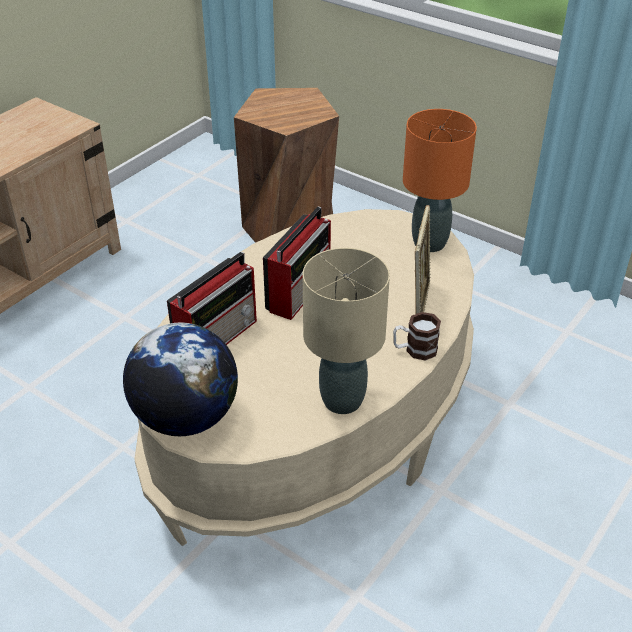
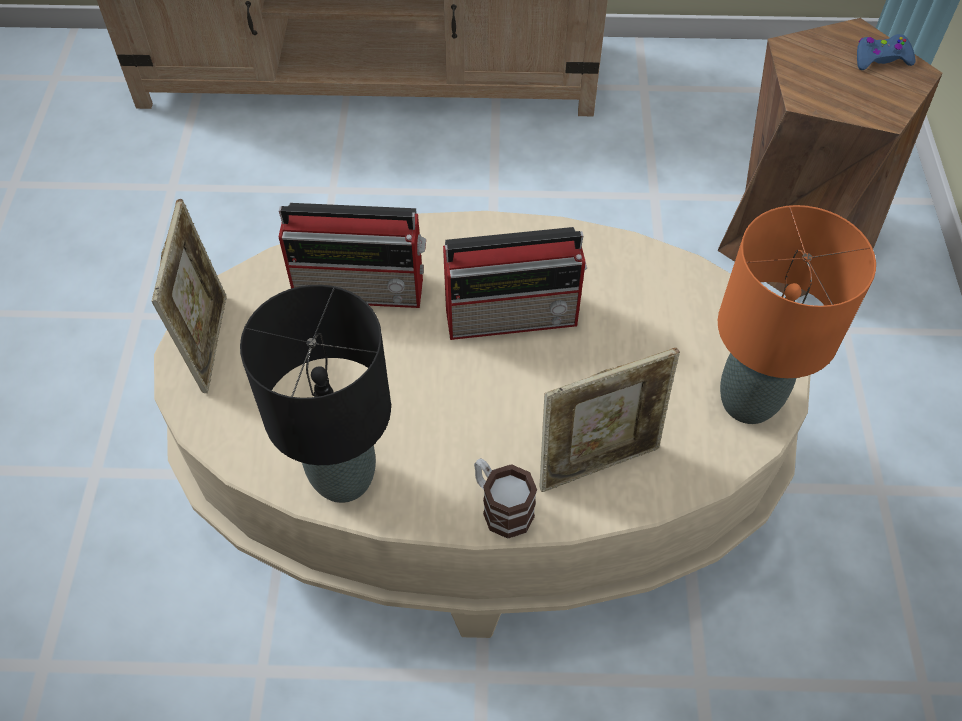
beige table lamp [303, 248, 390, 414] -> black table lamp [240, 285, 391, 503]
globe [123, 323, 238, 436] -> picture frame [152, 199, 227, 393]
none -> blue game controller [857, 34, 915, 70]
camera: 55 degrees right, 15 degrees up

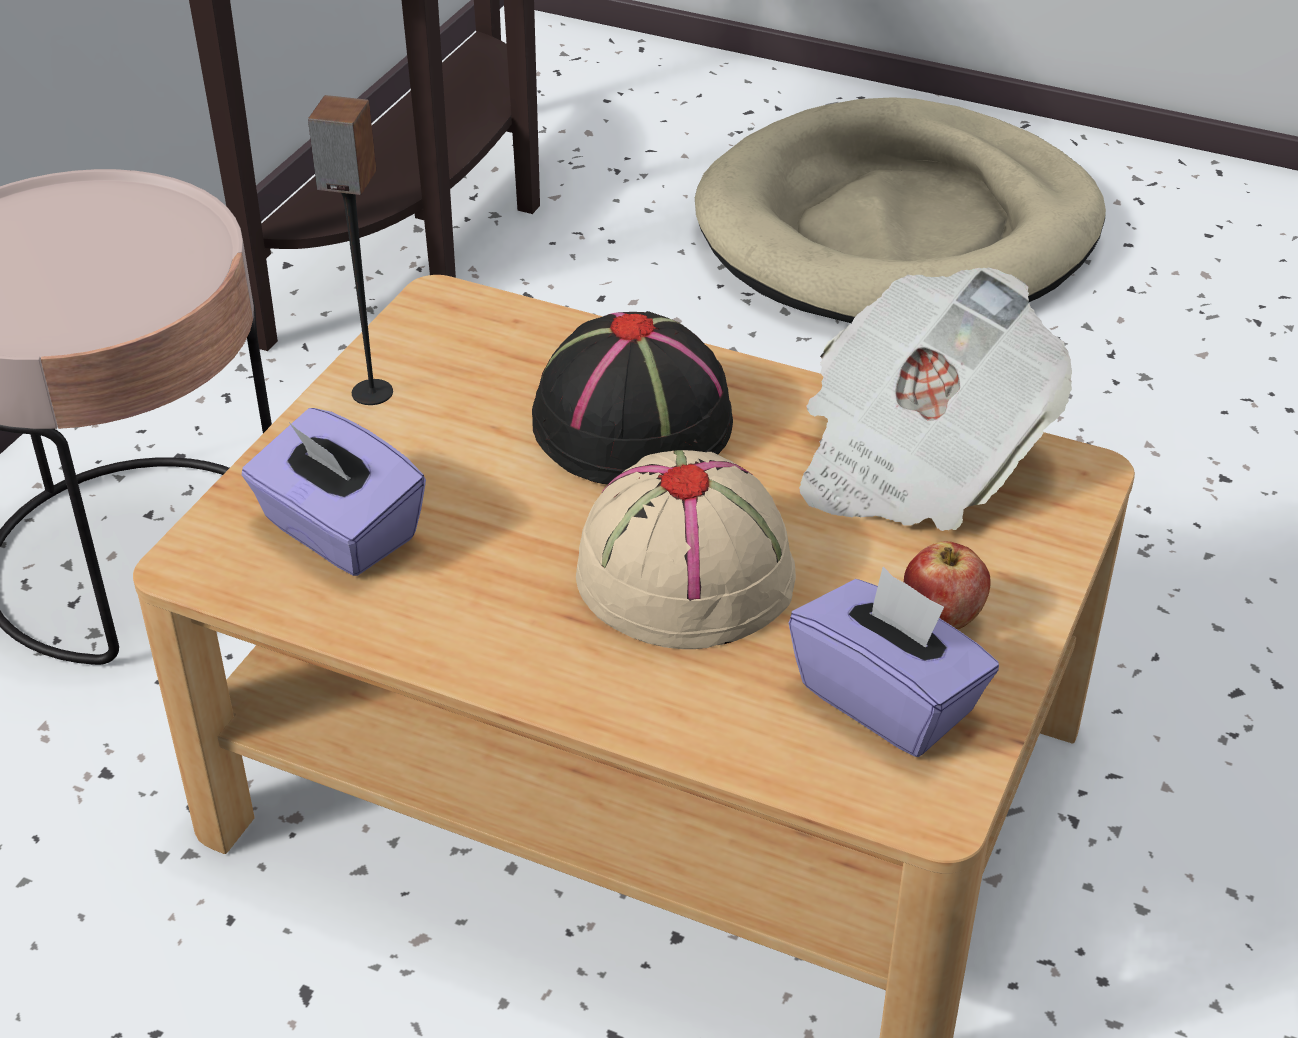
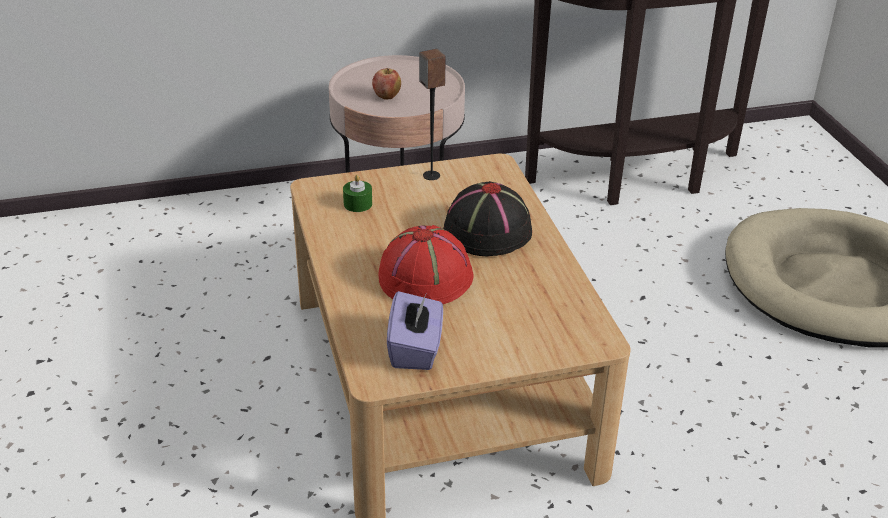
newspaper [799, 268, 1072, 531] -> none
purple tissue box [242, 408, 426, 576] -> green candle [343, 175, 372, 212]
beige hat [576, 450, 796, 649] -> red hat [378, 225, 474, 304]
apple [904, 541, 991, 630] -> apple [372, 68, 401, 100], shifted
camera: 50 degrees right, 5 degrees down

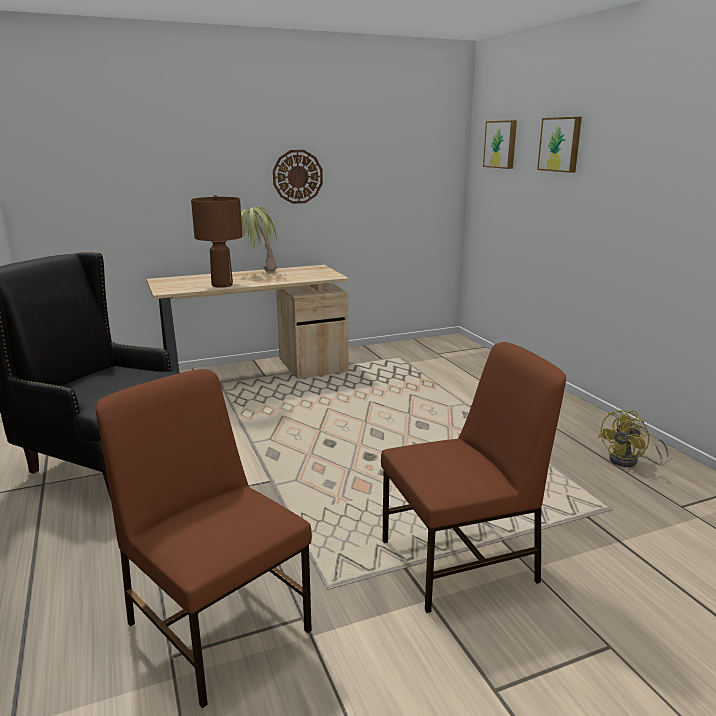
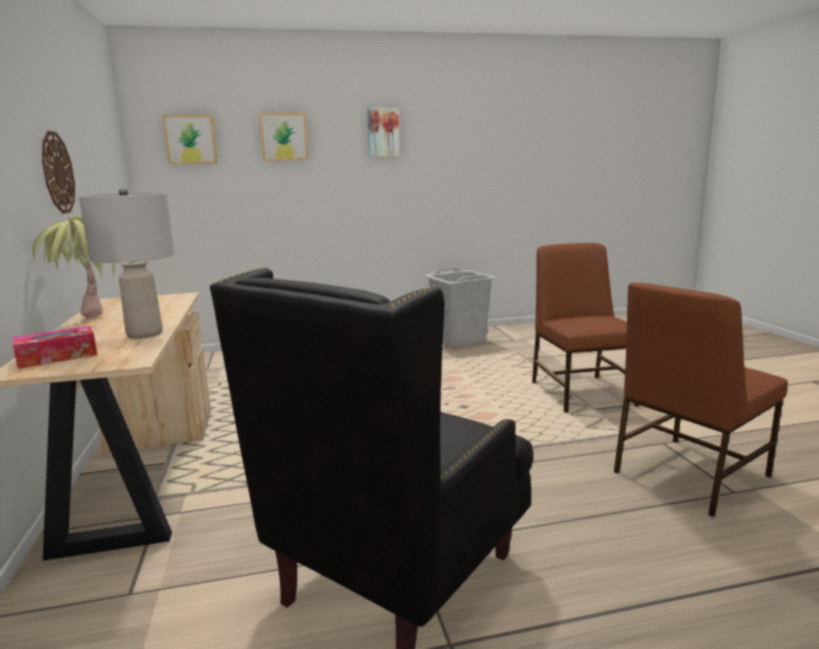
brown table lamp [191, 195, 242, 288] -> grey table lamp [79, 188, 174, 339]
yellow fan [598, 410, 668, 467] -> grey laundry basket [424, 268, 496, 349]
none -> picture [367, 108, 400, 157]
none -> tissue box [13, 326, 97, 369]
camera: 80 degrees left, 5 degrees down

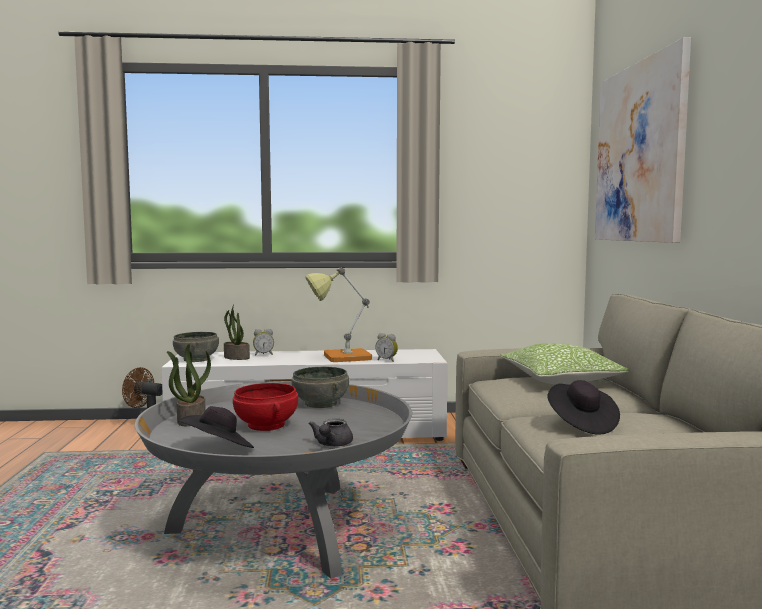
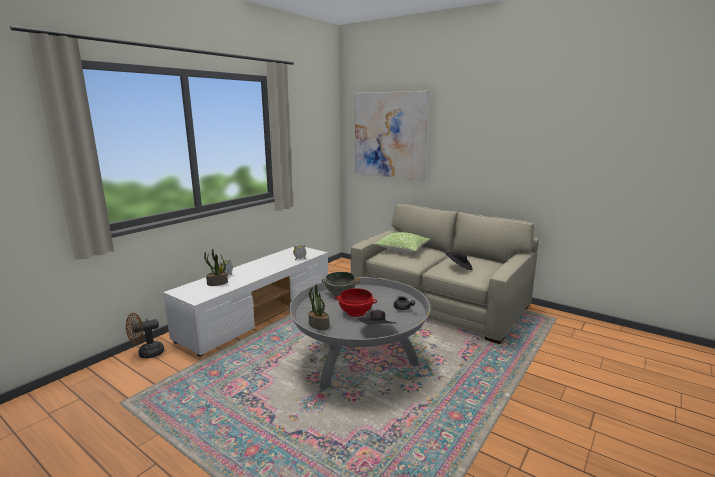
table lamp [305, 268, 372, 362] -> none
grey bowl [173, 332, 219, 362] -> none
camera: 50 degrees left, 10 degrees up

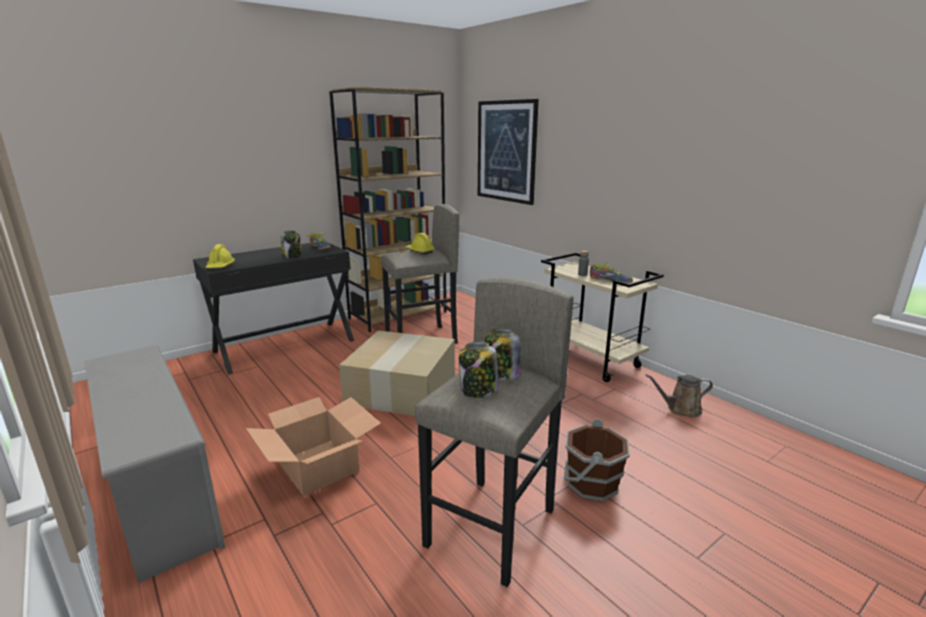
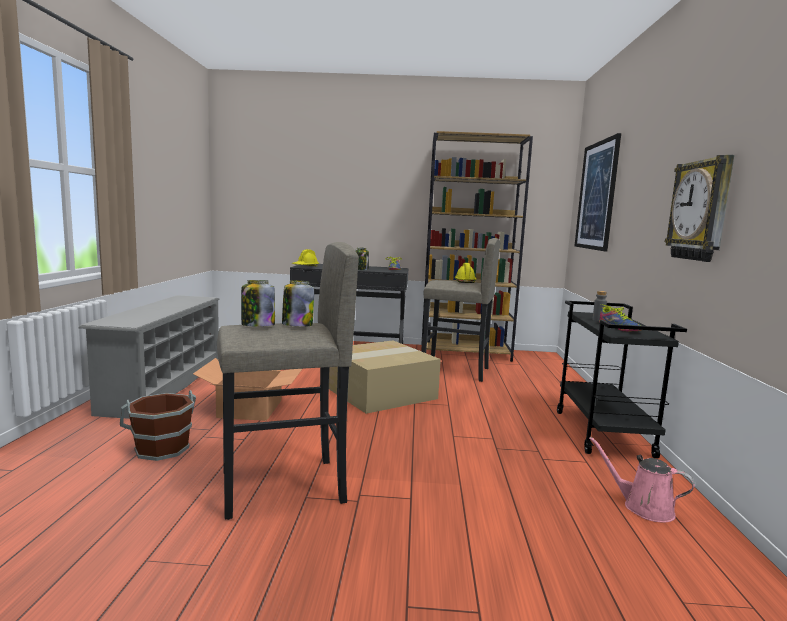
beige cart [541, 253, 664, 382] -> black cart [557, 301, 687, 458]
brown watering can [646, 374, 713, 417] -> pink watering can [589, 437, 695, 522]
brown bucket [564, 418, 630, 501] -> brown bucket [120, 390, 196, 461], shifted
none -> wall clock [665, 155, 734, 262]
camera: 40 degrees right, 10 degrees down

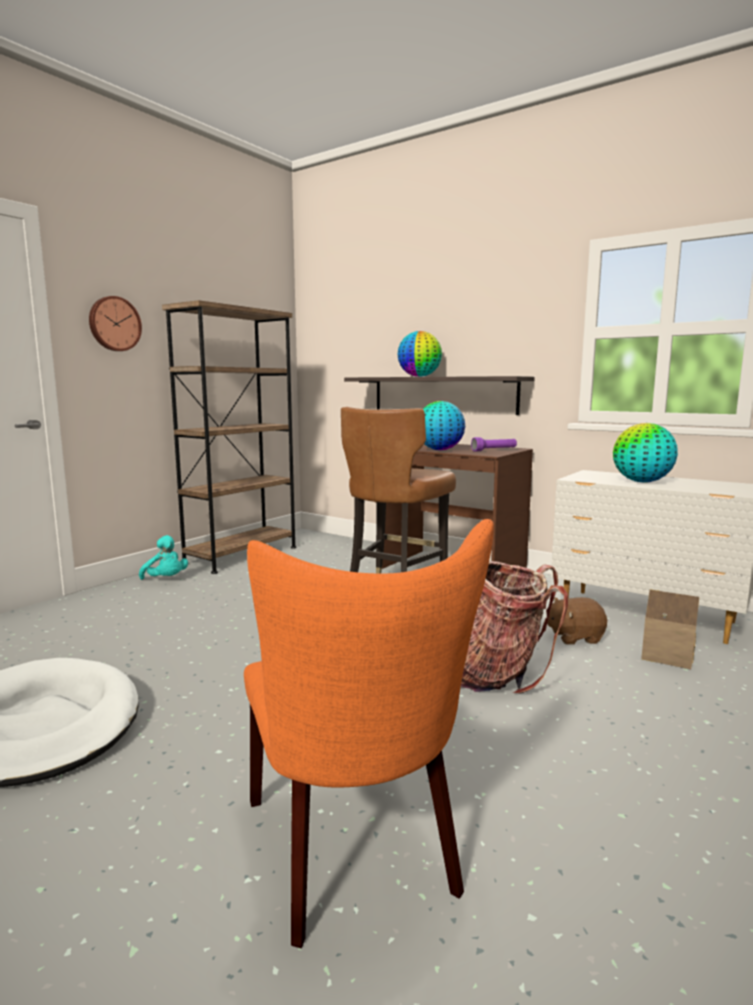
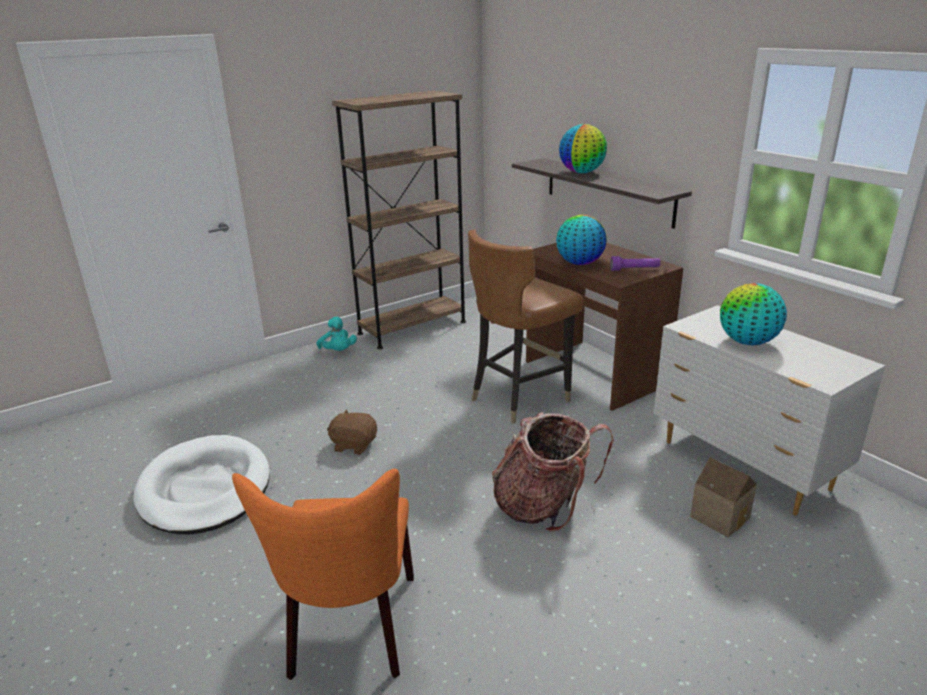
wall clock [89, 296, 142, 351] -> none
brown plush toy [547, 597, 607, 645] -> brown plush toy [327, 409, 377, 455], shifted
camera: 20 degrees right, 15 degrees up

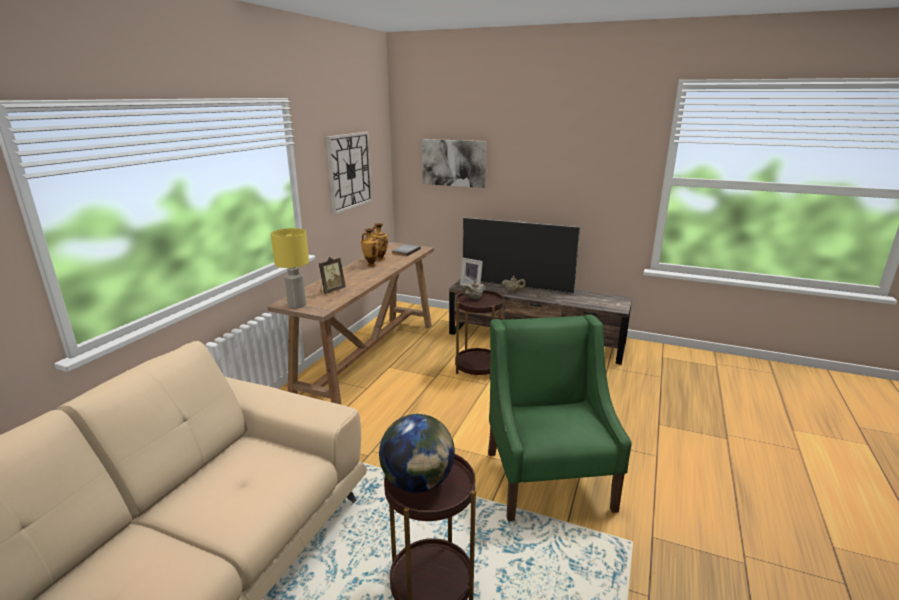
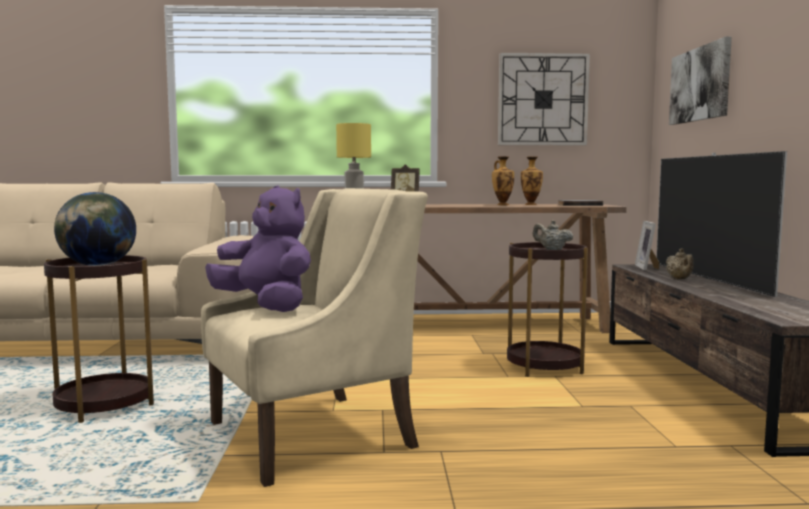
green armchair [488, 314, 632, 521] -> beige armchair [201, 188, 428, 487]
none -> purple plush toy [205, 186, 311, 312]
camera: 65 degrees right, 15 degrees down

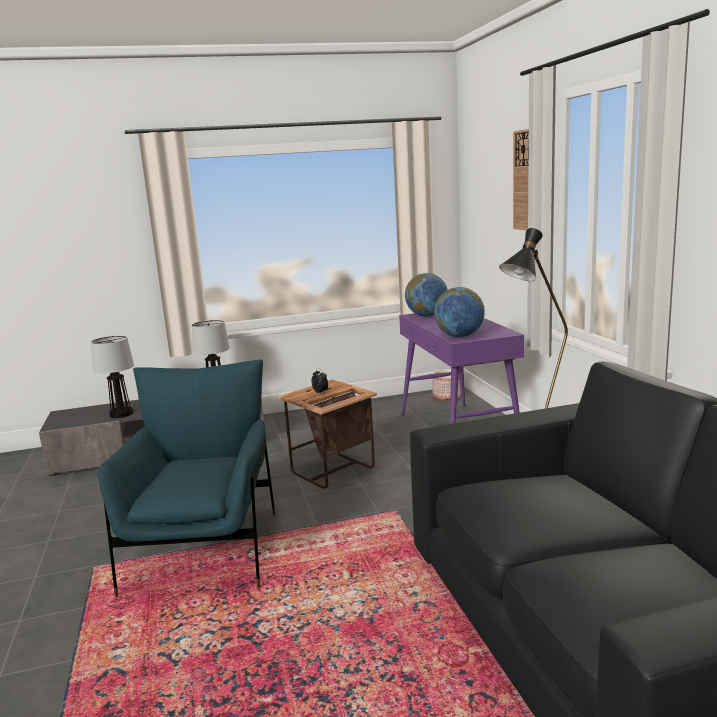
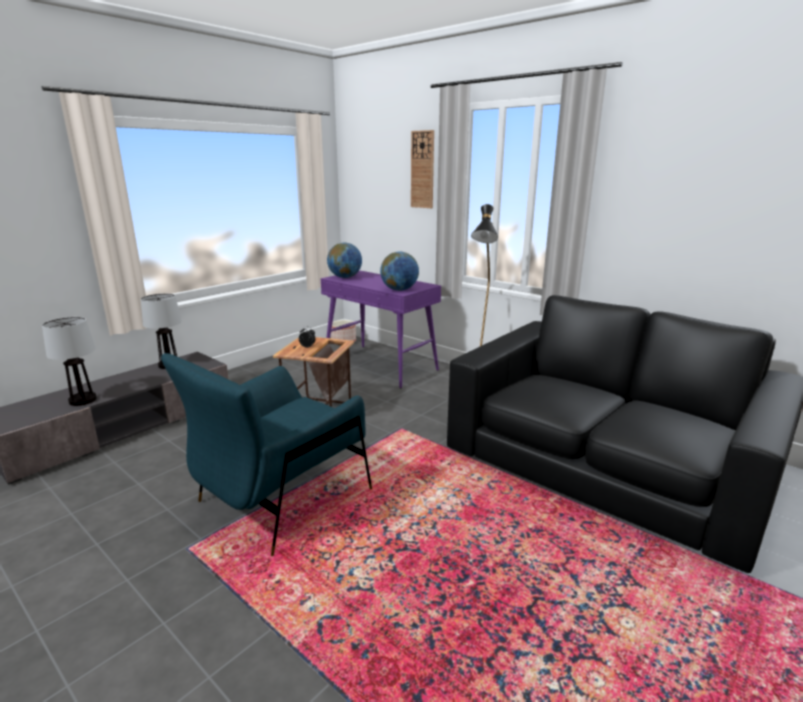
blue armchair [98, 359, 276, 598] -> blue armchair [161, 353, 372, 556], 105 degrees counterclockwise
camera: 35 degrees left, 5 degrees up

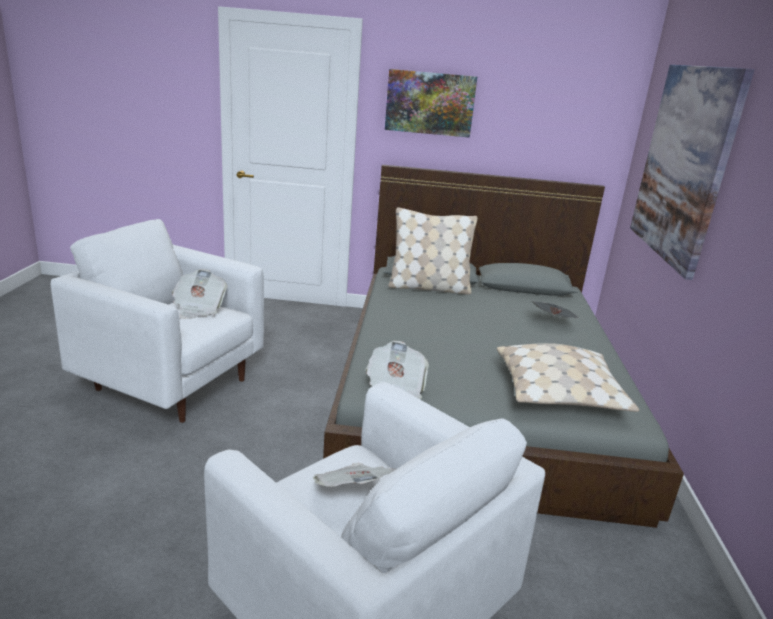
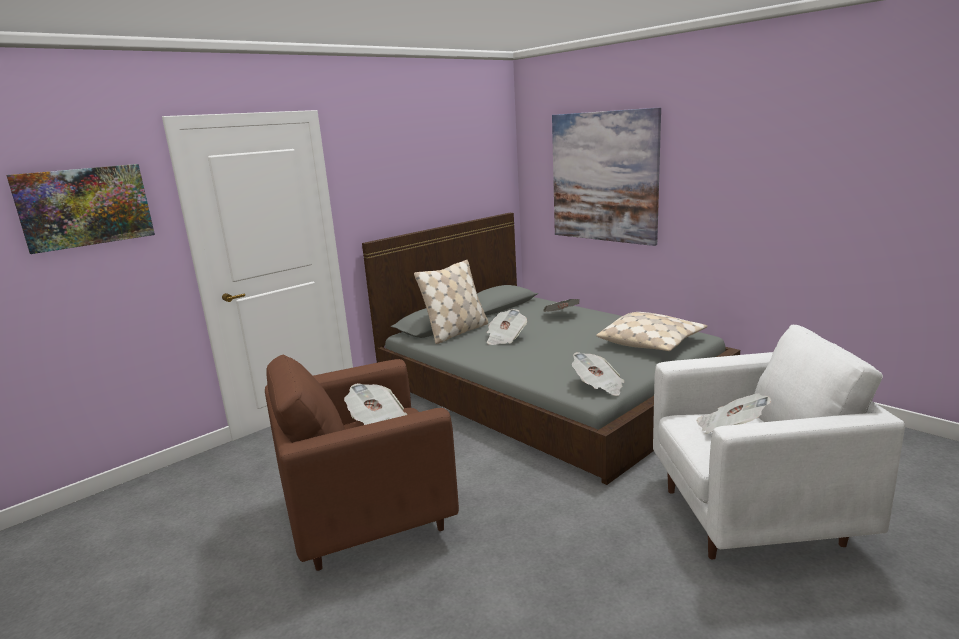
picture [385, 69, 477, 138] -> picture [6, 164, 155, 254], shifted
white armchair [51, 219, 264, 423] -> brown armchair [265, 355, 459, 571]
none -> newspaper [487, 309, 527, 345]
camera: 45 degrees left, 5 degrees down

